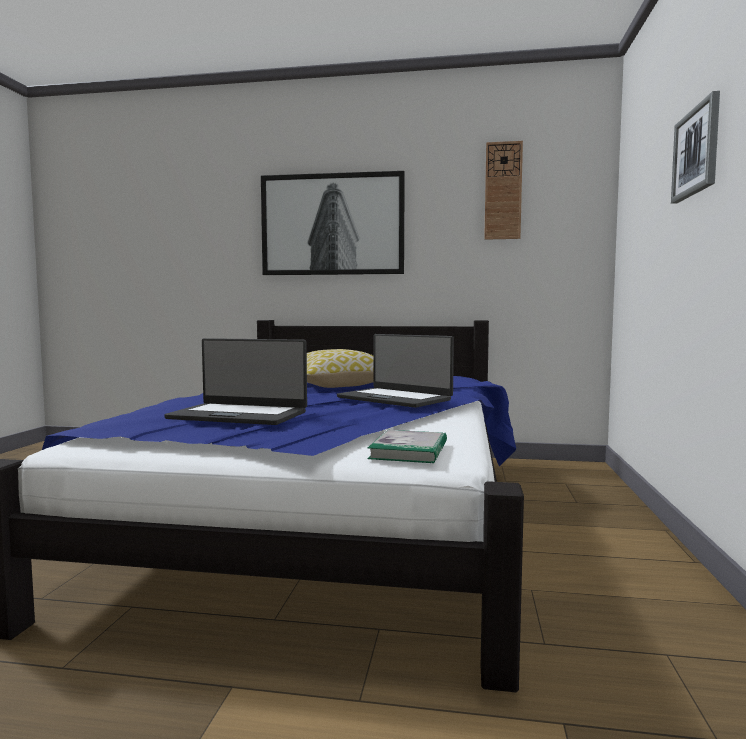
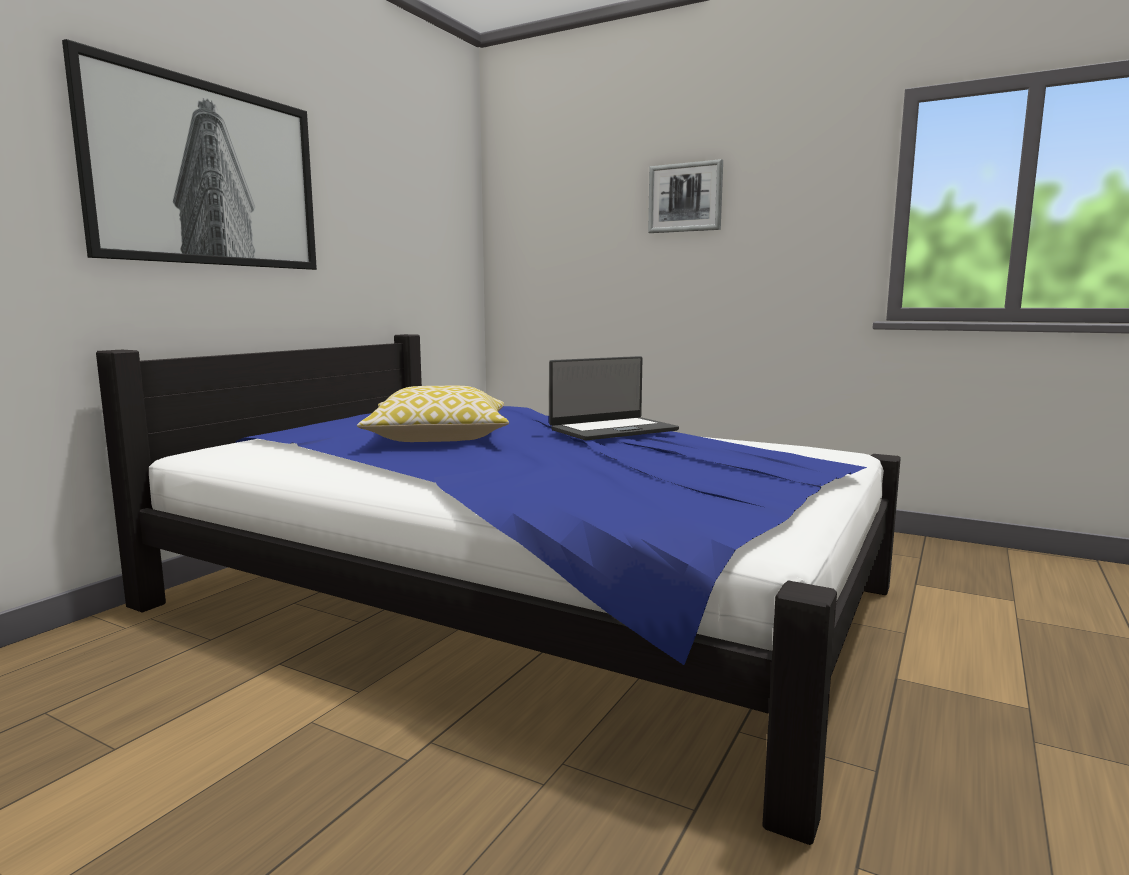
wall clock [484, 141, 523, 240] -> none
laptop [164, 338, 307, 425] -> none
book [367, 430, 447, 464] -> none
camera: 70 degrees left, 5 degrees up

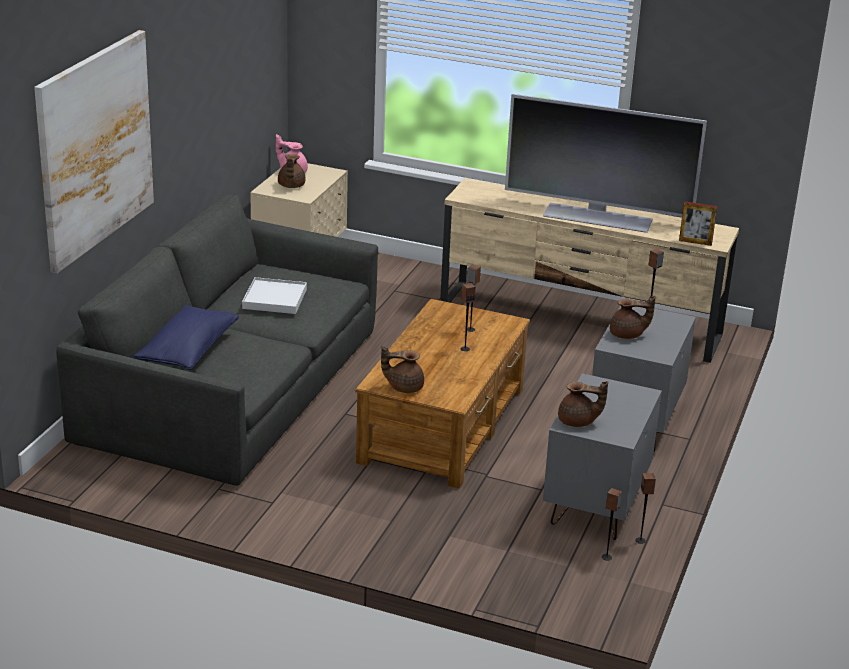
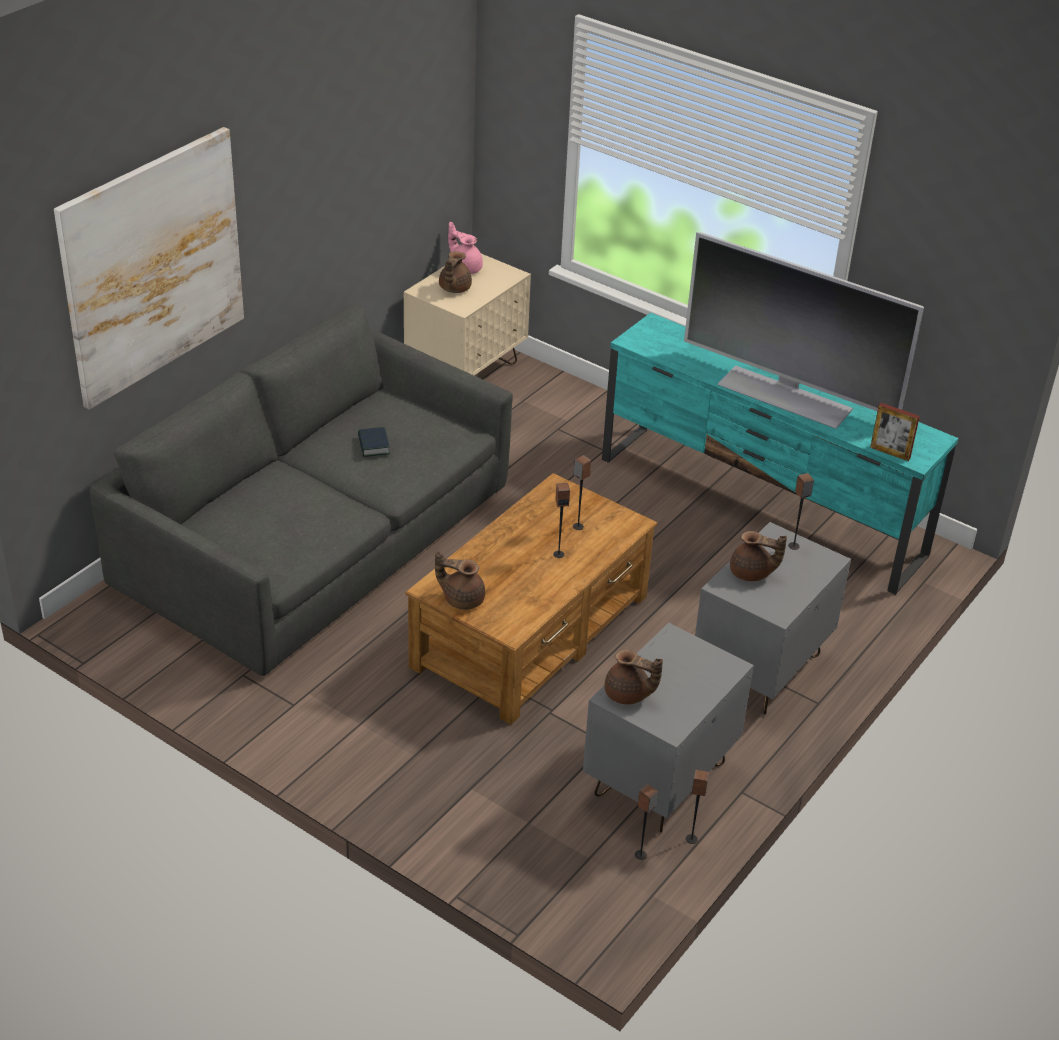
beige tv stand [440, 178, 739, 363] -> turquoise tv stand [602, 313, 958, 595]
white tray [242, 277, 307, 314] -> book [358, 427, 390, 457]
blue pillow [134, 305, 239, 370] -> none
camera: 15 degrees right, 10 degrees up

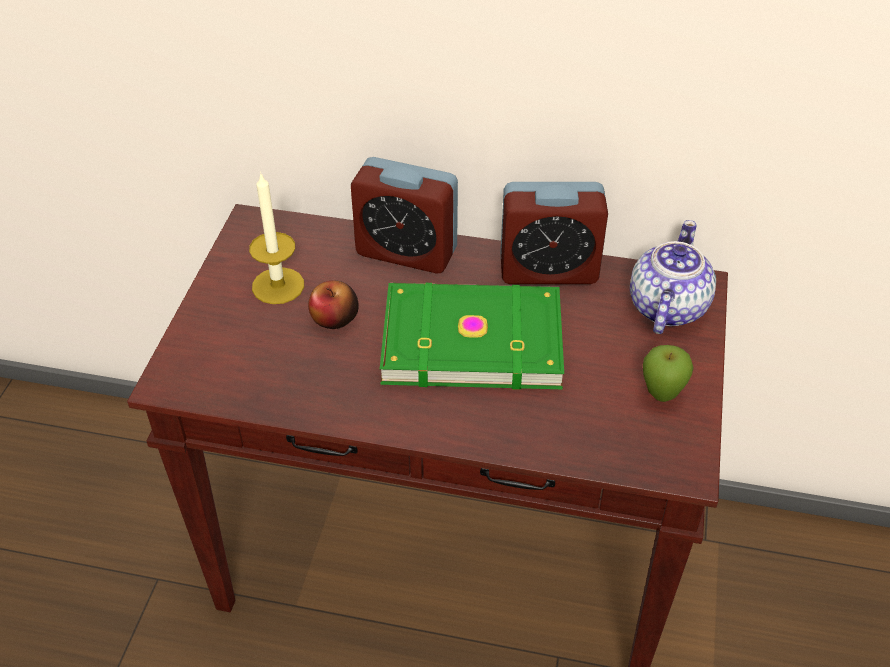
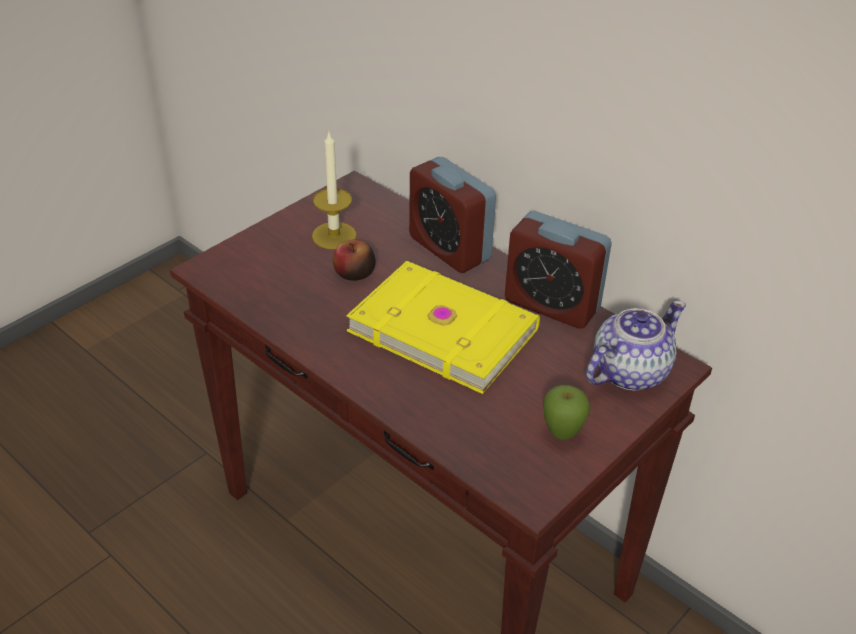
green book [380, 283, 564, 390] -> yellow book [346, 261, 540, 394]
camera: 30 degrees right, 5 degrees down

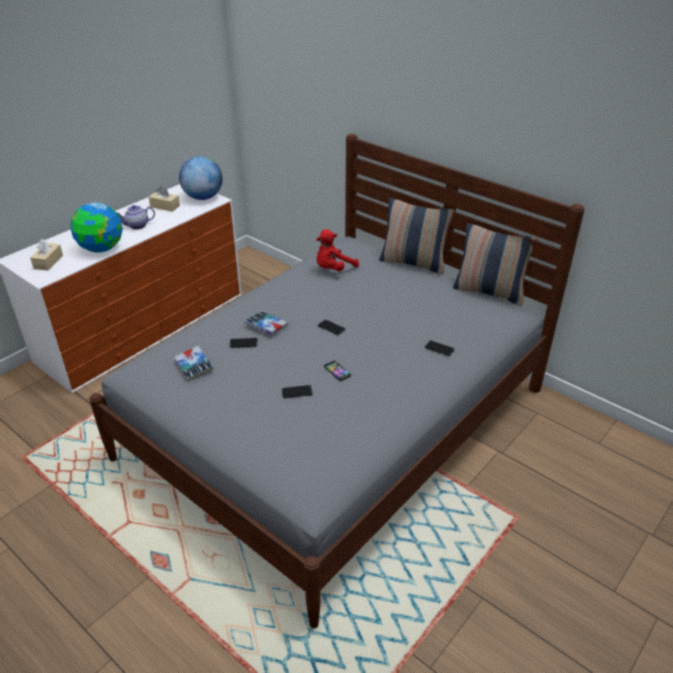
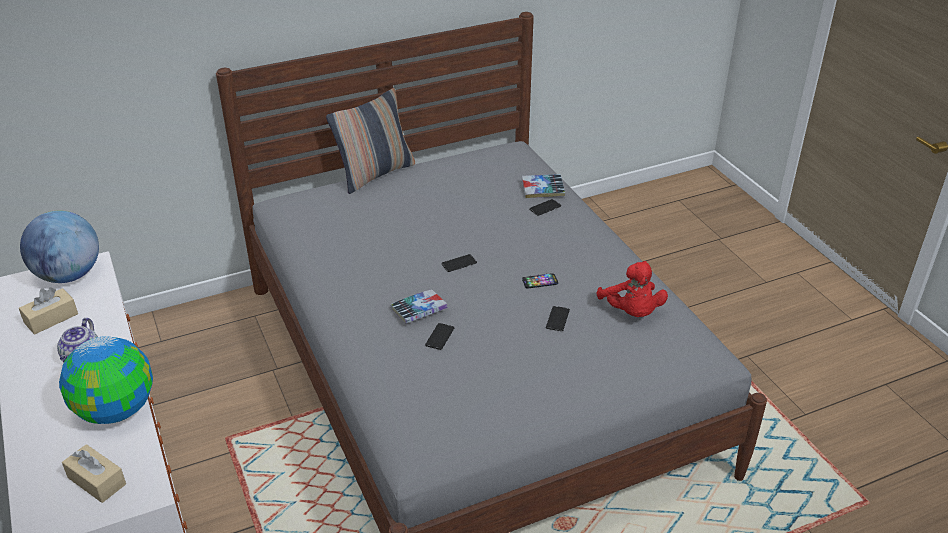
pillow [453, 223, 538, 306] -> none
red plush toy [316, 229, 359, 271] -> red plush toy [597, 261, 668, 317], shifted
book [174, 346, 214, 381] -> book [522, 174, 565, 198], shifted
camera: 65 degrees left, 0 degrees up

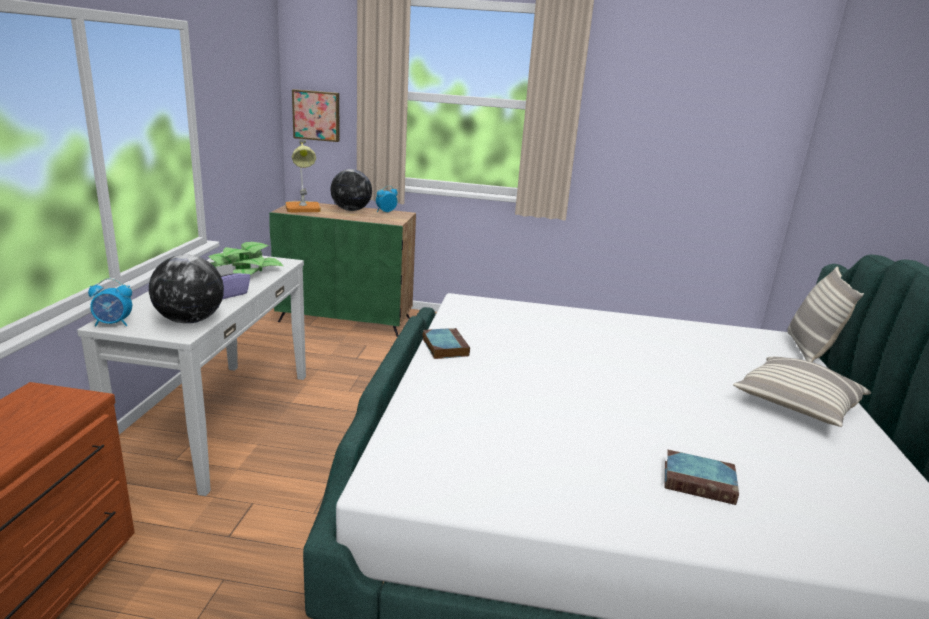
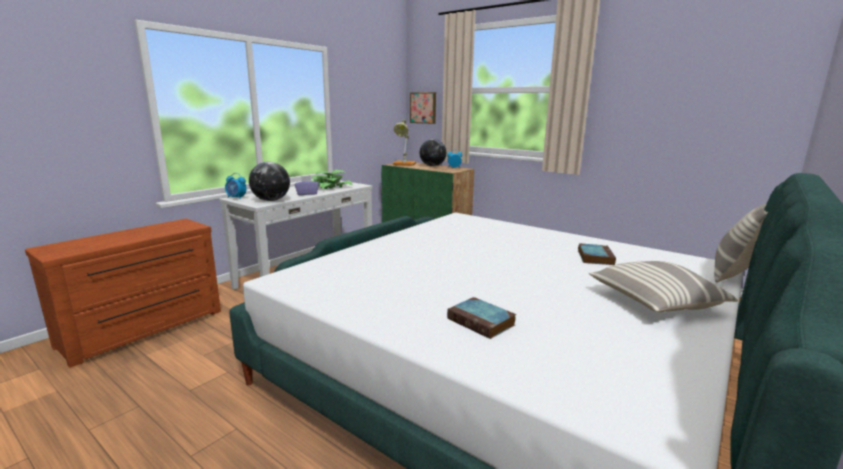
book [422, 328, 470, 359] -> book [578, 243, 616, 265], shifted
camera: 30 degrees right, 5 degrees down

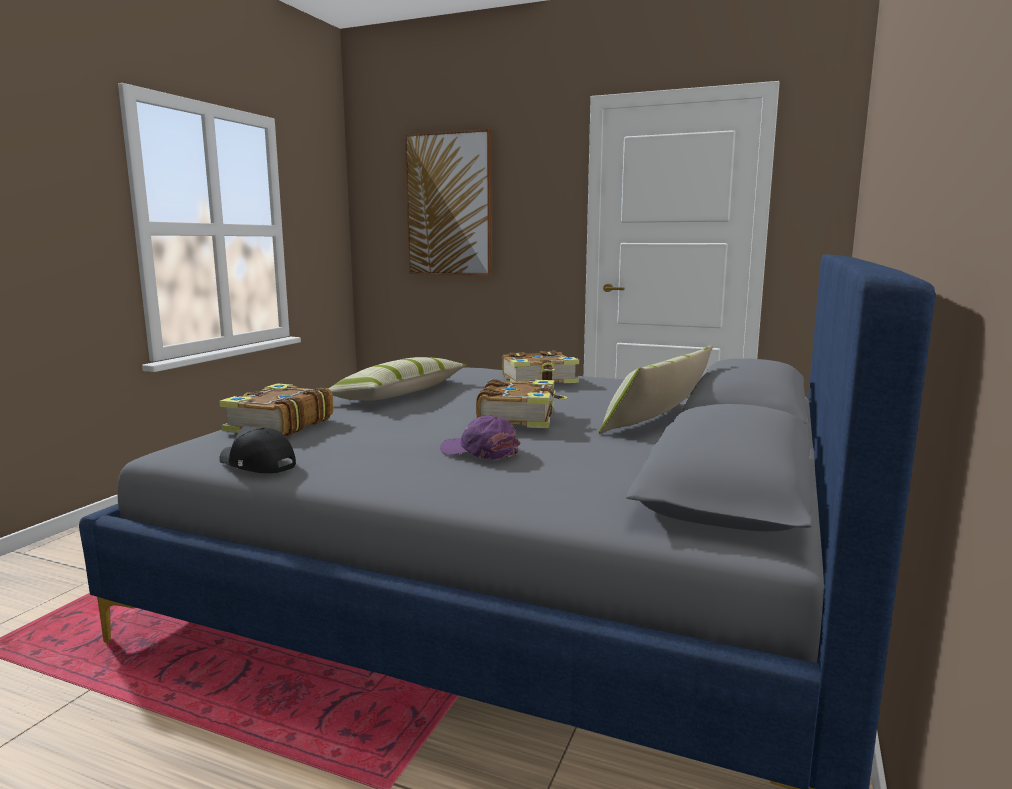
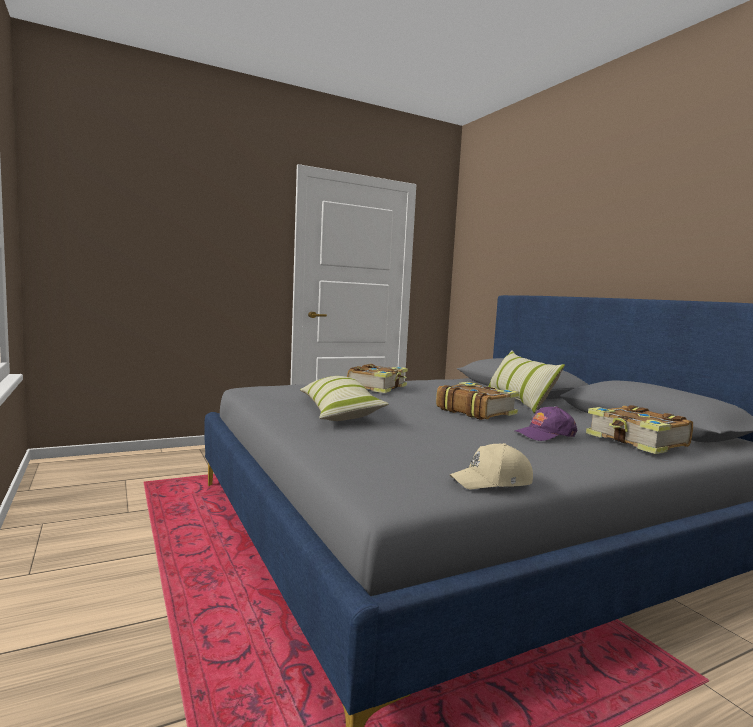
picture [405, 129, 492, 276] -> none
book [219, 383, 334, 436] -> book [586, 405, 693, 454], shifted
black cap [219, 426, 296, 473] -> beige cap [450, 443, 533, 490]
camera: 50 degrees left, 5 degrees down

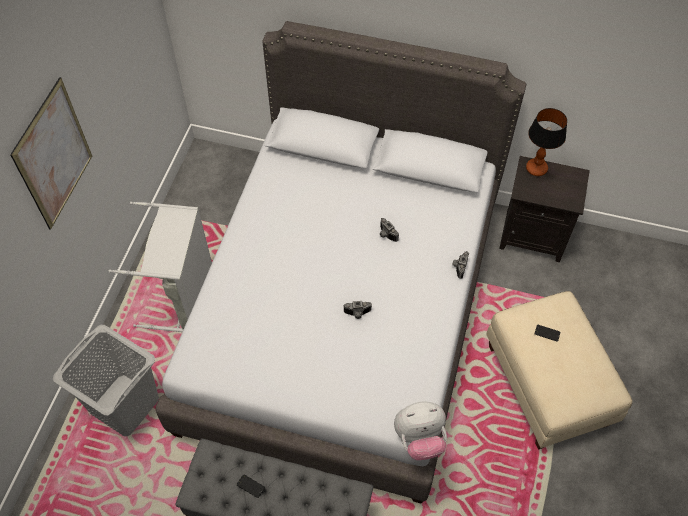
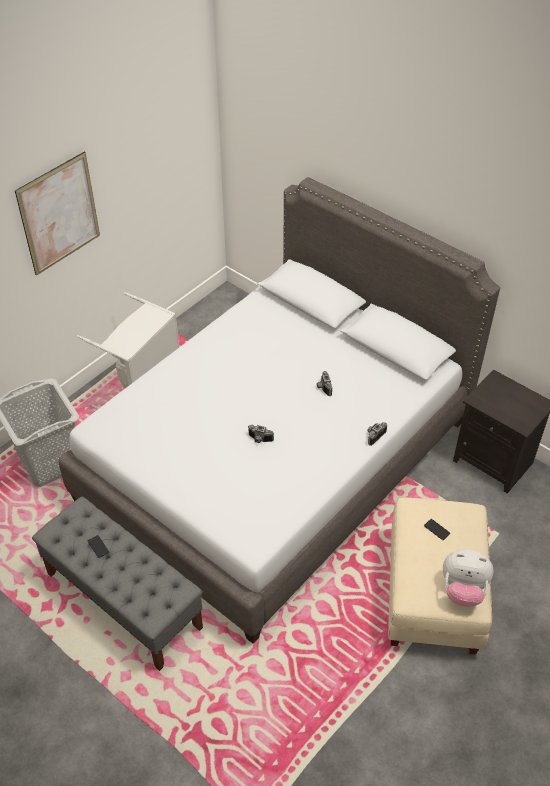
table lamp [526, 108, 567, 176] -> none
plush toy [394, 402, 447, 460] -> plush toy [443, 549, 494, 607], shifted
camera: 25 degrees right, 10 degrees down

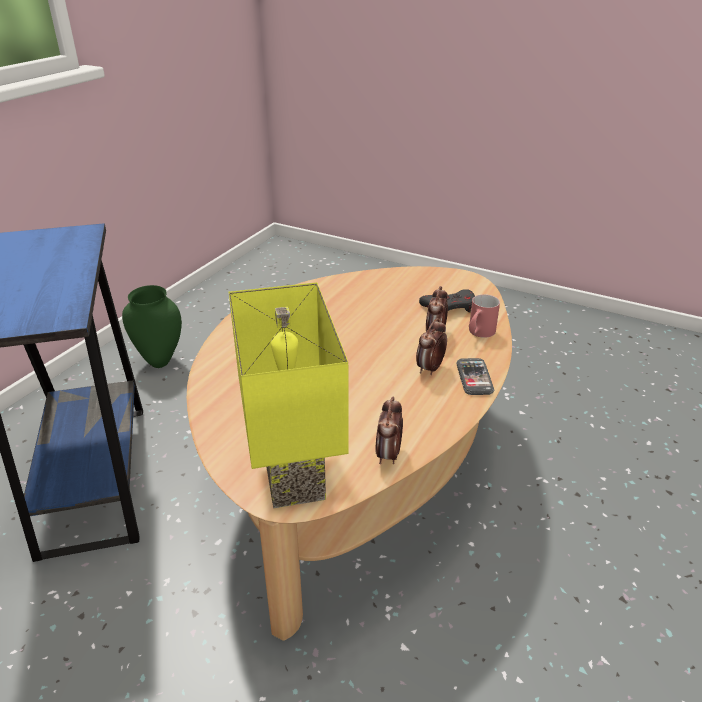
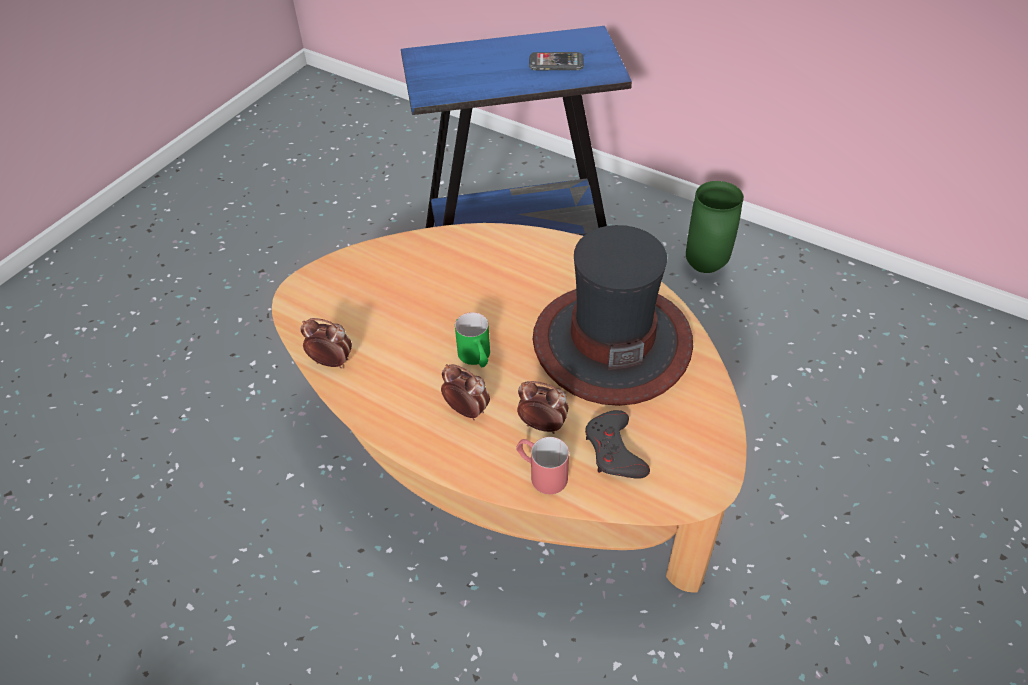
yellow table lamp [229, 282, 349, 508] -> none
phone [456, 358, 494, 395] -> phone [529, 52, 584, 71], shifted
none -> hat [533, 225, 693, 406]
none -> green mug [455, 312, 490, 367]
camera: 95 degrees right, 15 degrees up

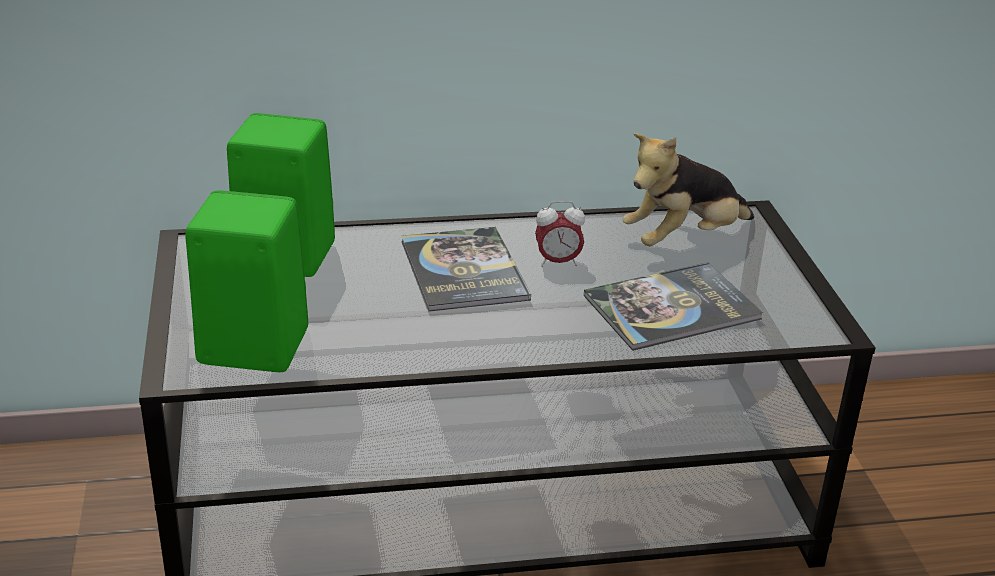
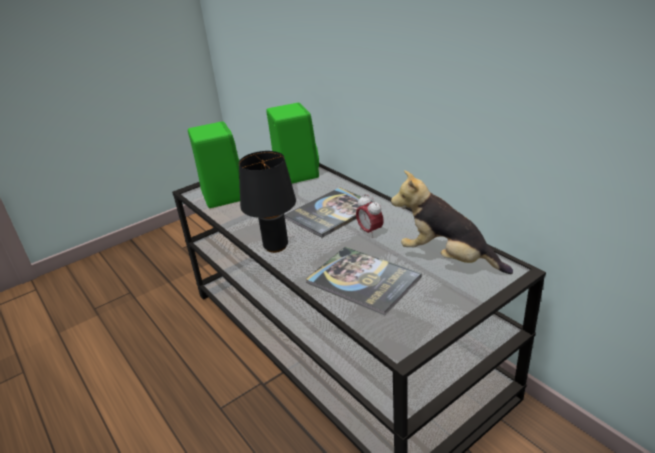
none -> black table lamp [239, 151, 296, 253]
camera: 65 degrees right, 0 degrees up

